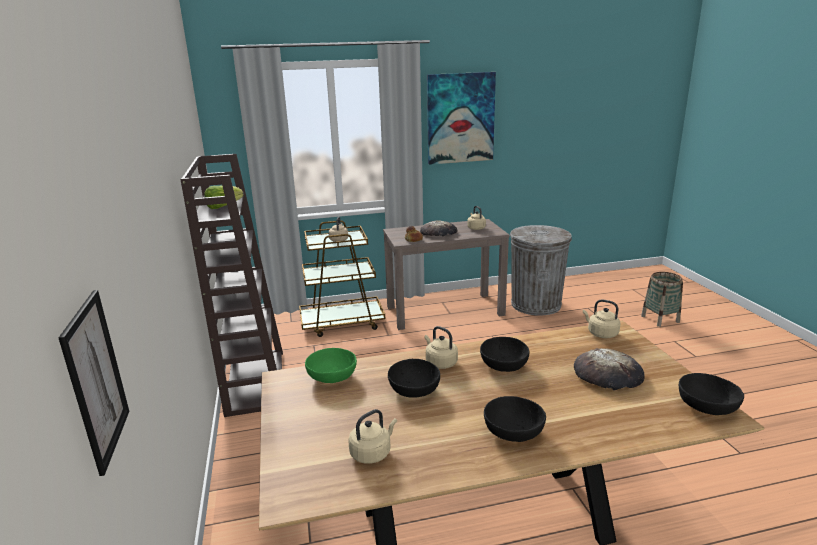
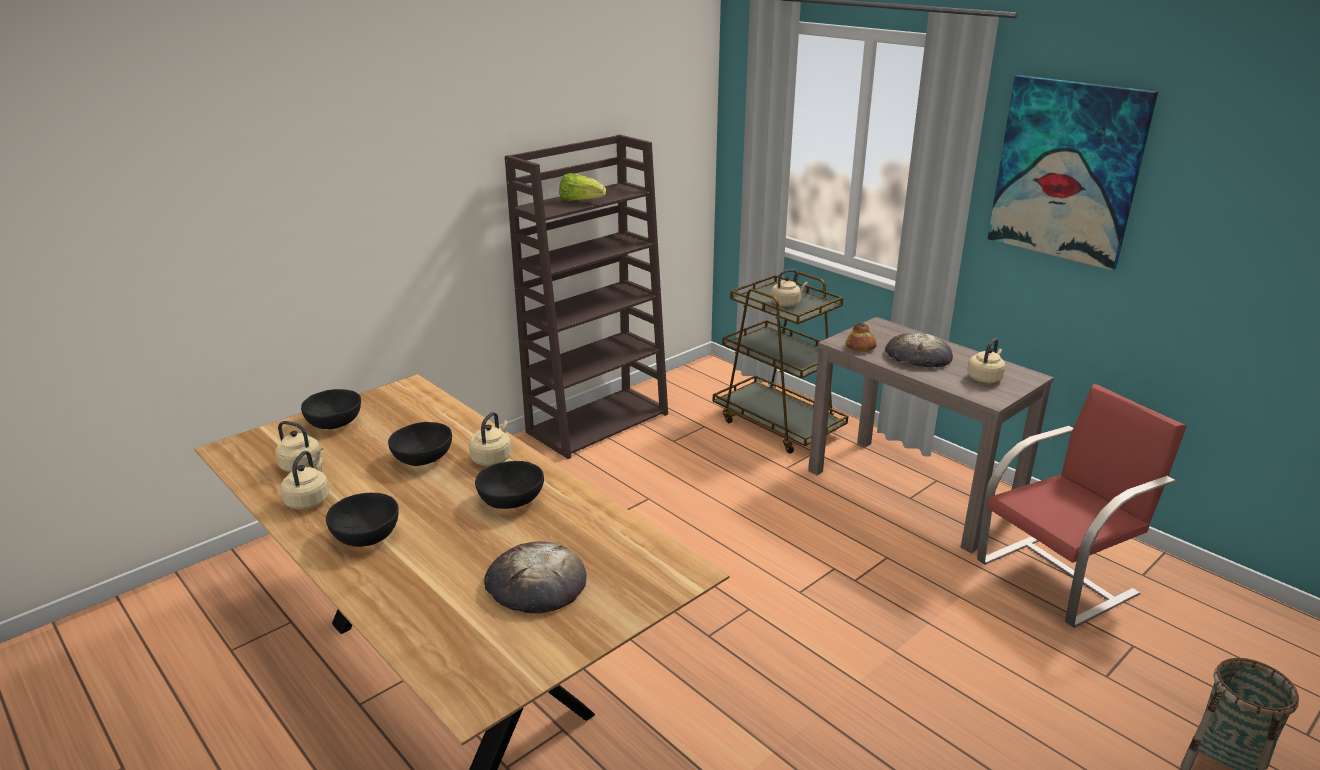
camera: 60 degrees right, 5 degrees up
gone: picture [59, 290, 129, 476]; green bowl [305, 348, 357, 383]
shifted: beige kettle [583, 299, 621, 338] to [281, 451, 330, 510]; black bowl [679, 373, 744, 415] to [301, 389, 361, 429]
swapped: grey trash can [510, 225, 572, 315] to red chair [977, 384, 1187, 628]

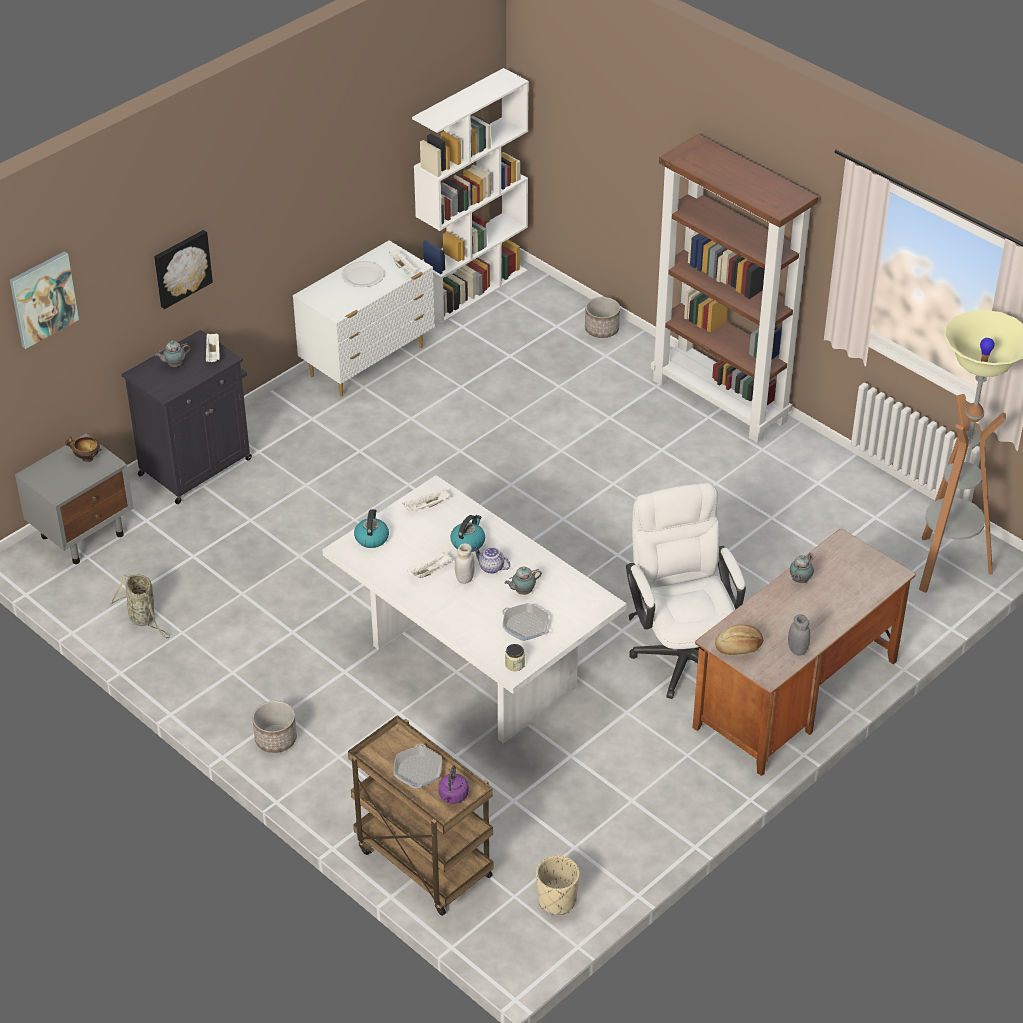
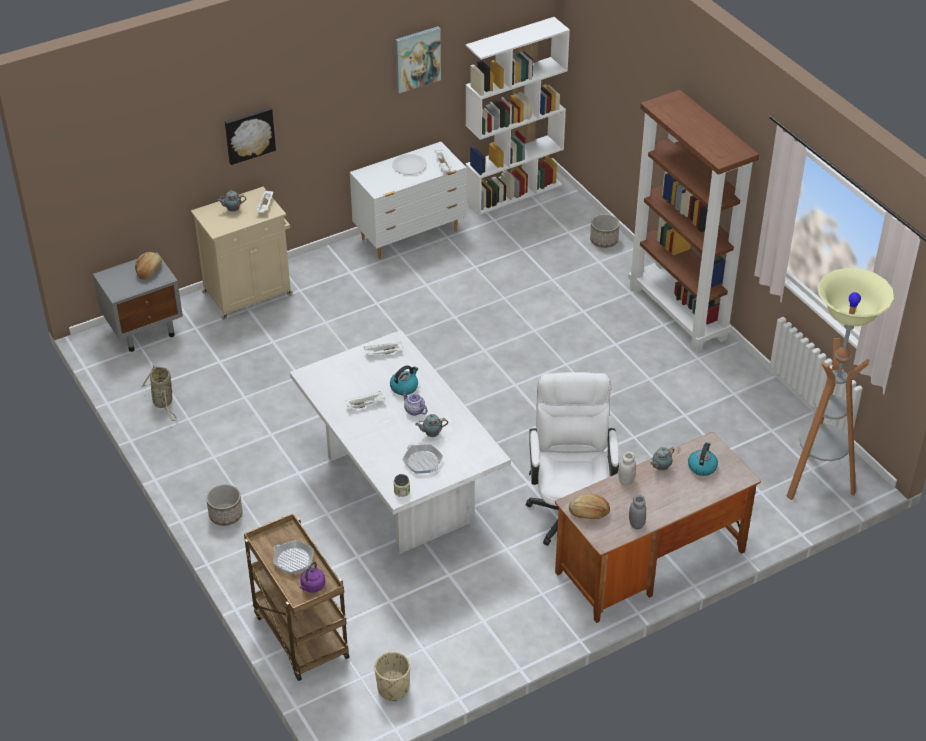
camera: 15 degrees right, 0 degrees up
shifted: picture [10, 251, 79, 349] to [395, 26, 441, 93]; kettle [354, 509, 389, 548] to [688, 442, 718, 476]; white jar [455, 543, 475, 584] to [618, 452, 636, 485]
swapped: bowl [65, 436, 102, 462] to bread [135, 252, 162, 280]
repainted: black cabinet [121, 330, 252, 504] to beige cabinet [191, 187, 293, 320]
rotated: frying pan [394, 744, 442, 788] = [273, 540, 314, 574] 105 degrees clockwise

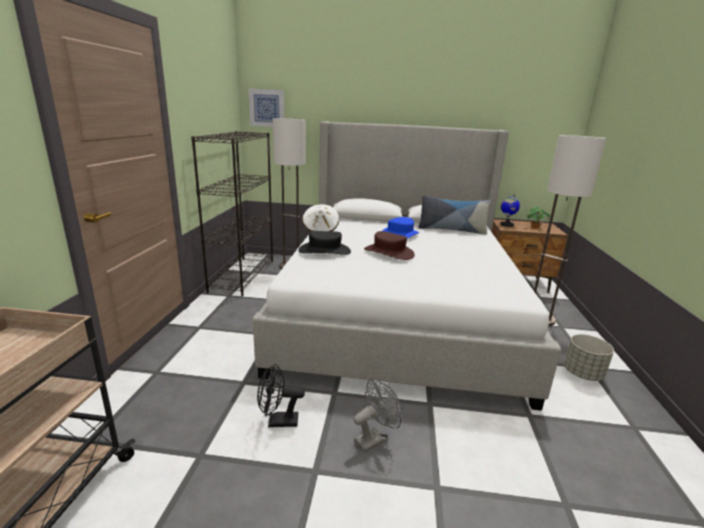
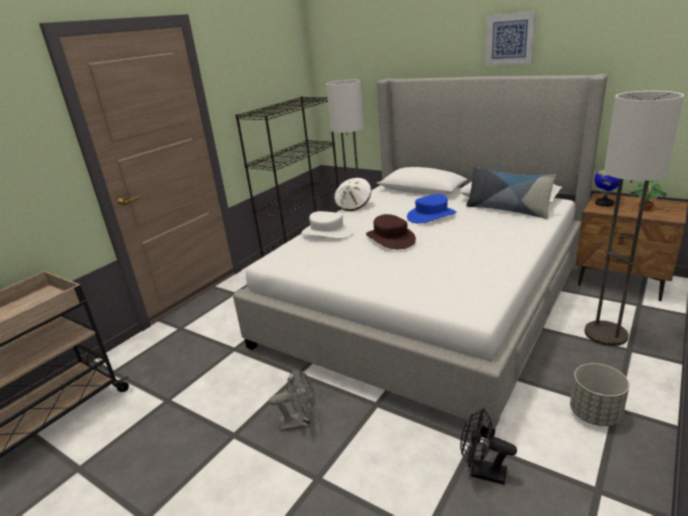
camera: 30 degrees right, 5 degrees up
shifted: picture [249, 89, 284, 127] to [485, 11, 536, 65]; black fan [257, 363, 305, 427] to [460, 408, 517, 485]
repainted: black hat [298, 231, 351, 255] to white hat [301, 211, 354, 239]

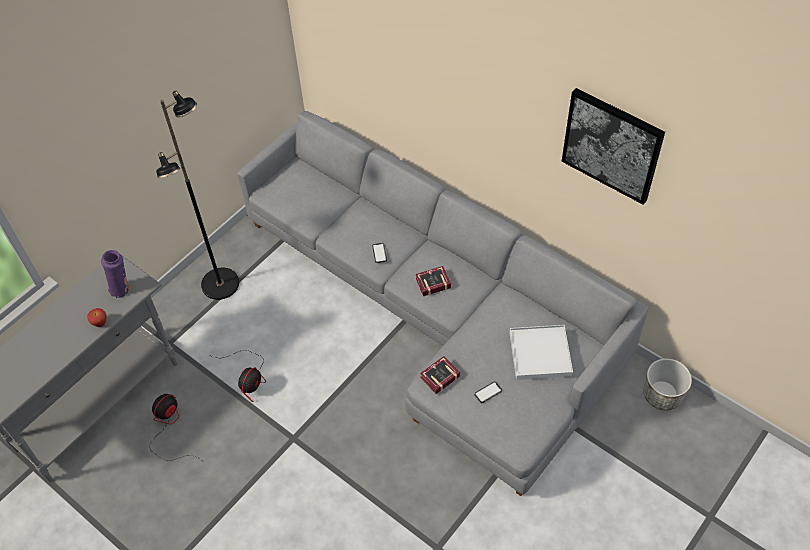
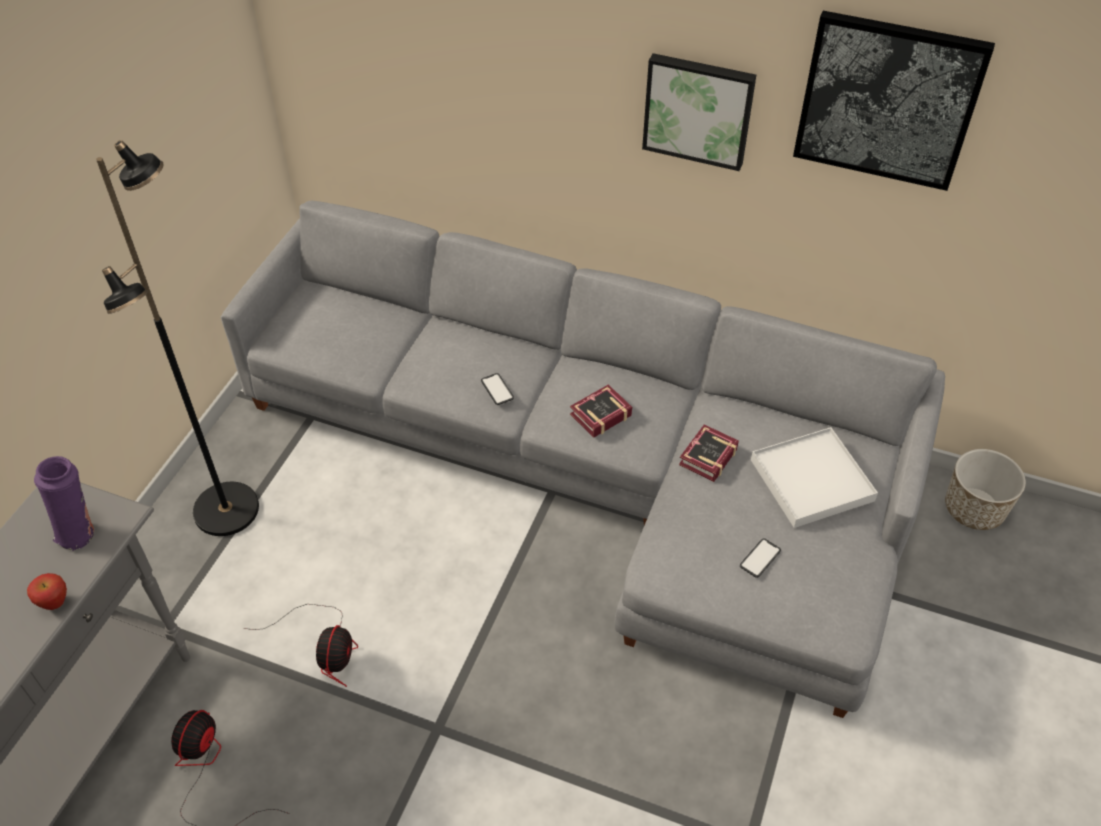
camera: 20 degrees left, 5 degrees down
new: picture [642, 53, 756, 171]
shifted: book [420, 356, 460, 394] to [679, 425, 739, 482]

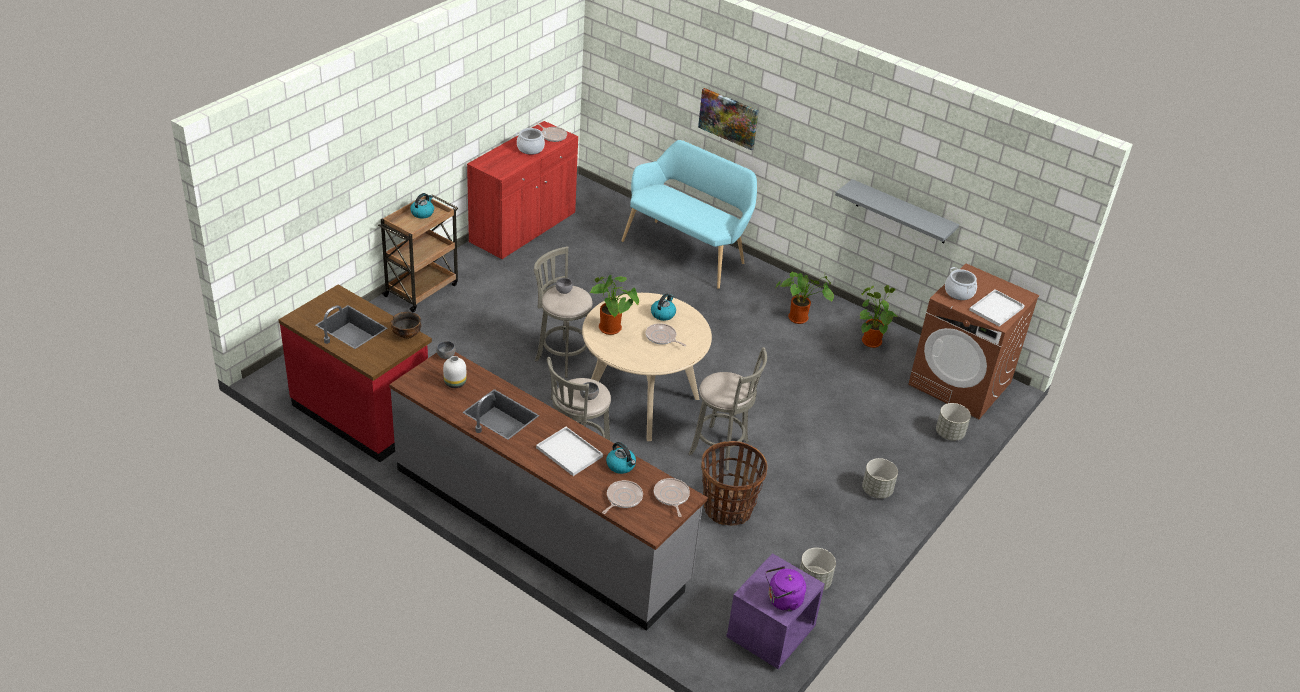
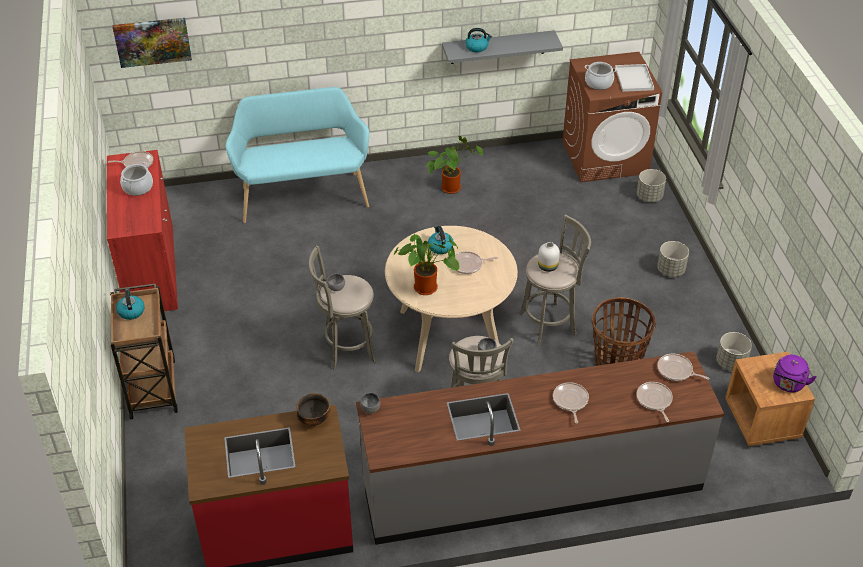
camera: 45 degrees left, 5 degrees up
gone: potted plant [859, 285, 899, 348]
shifted: white vase [443, 356, 467, 388] to [538, 242, 560, 272]; kettle [606, 442, 636, 474] to [465, 28, 492, 52]; picture [698, 88, 759, 150] to [112, 18, 192, 68]
swapped: white tray [536, 427, 603, 476] to frying pan [553, 382, 589, 424]
repainted: purple nightstand [726, 553, 825, 669] to brown nightstand [725, 352, 815, 446]

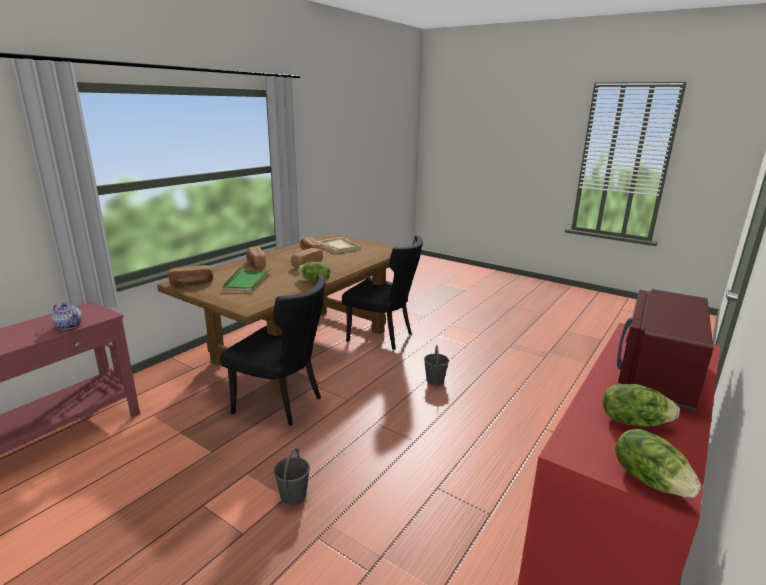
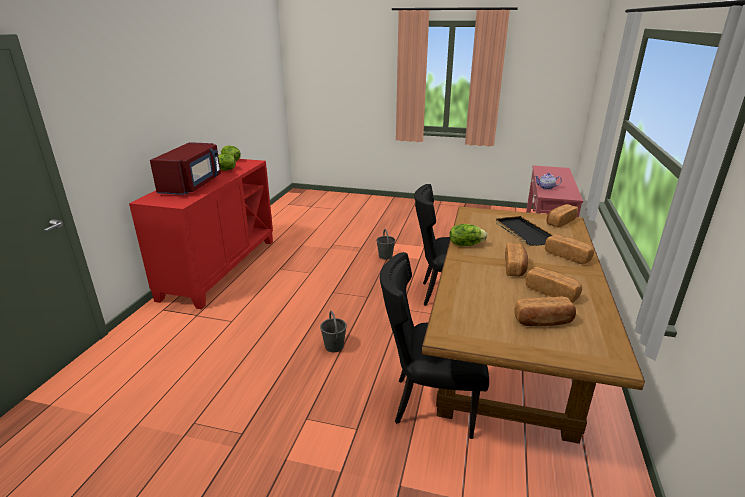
camera: 160 degrees right, 5 degrees up
swapped: beige tray [318, 237, 361, 253] to bread [514, 297, 576, 326]
repainted: green tray [222, 266, 271, 292] to black tray [495, 216, 552, 246]

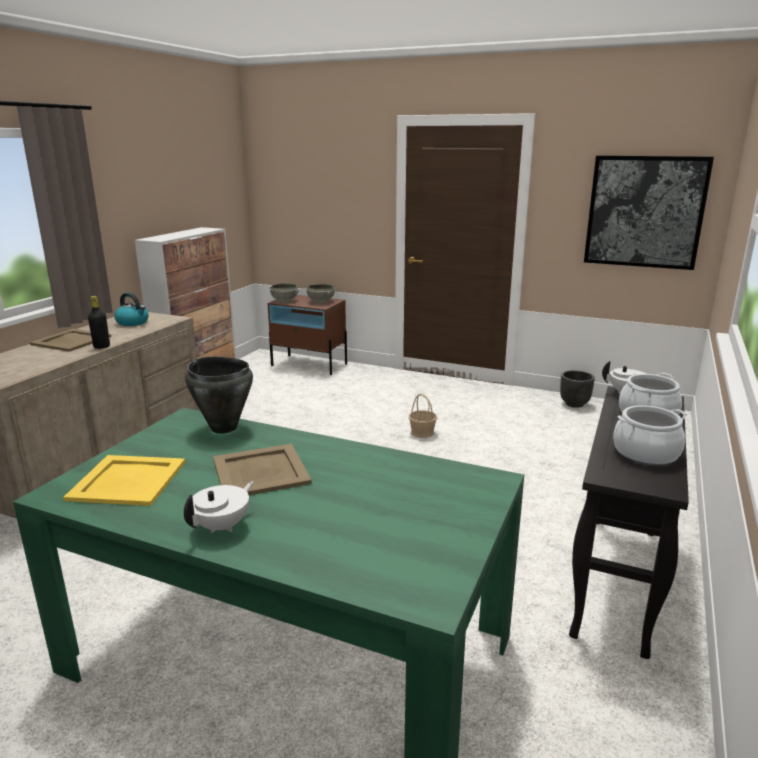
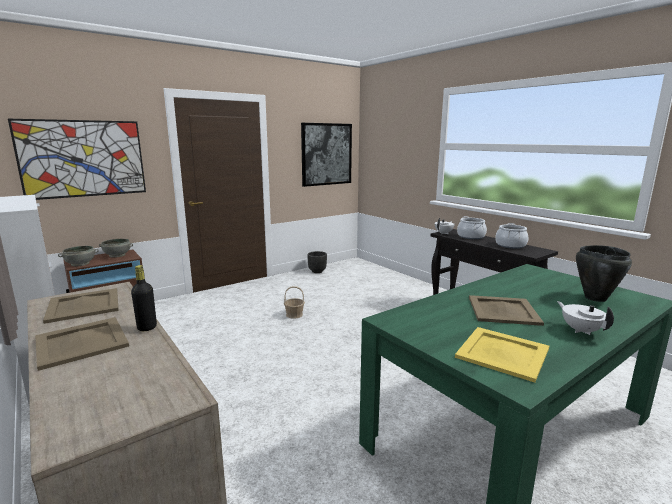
camera: 60 degrees left, 5 degrees down
new: picture [8, 119, 146, 200]
shifted: black cooking pot [185, 356, 253, 434] to [576, 245, 632, 302]
swapped: kettle [115, 292, 149, 326] to beige tray [43, 288, 119, 324]

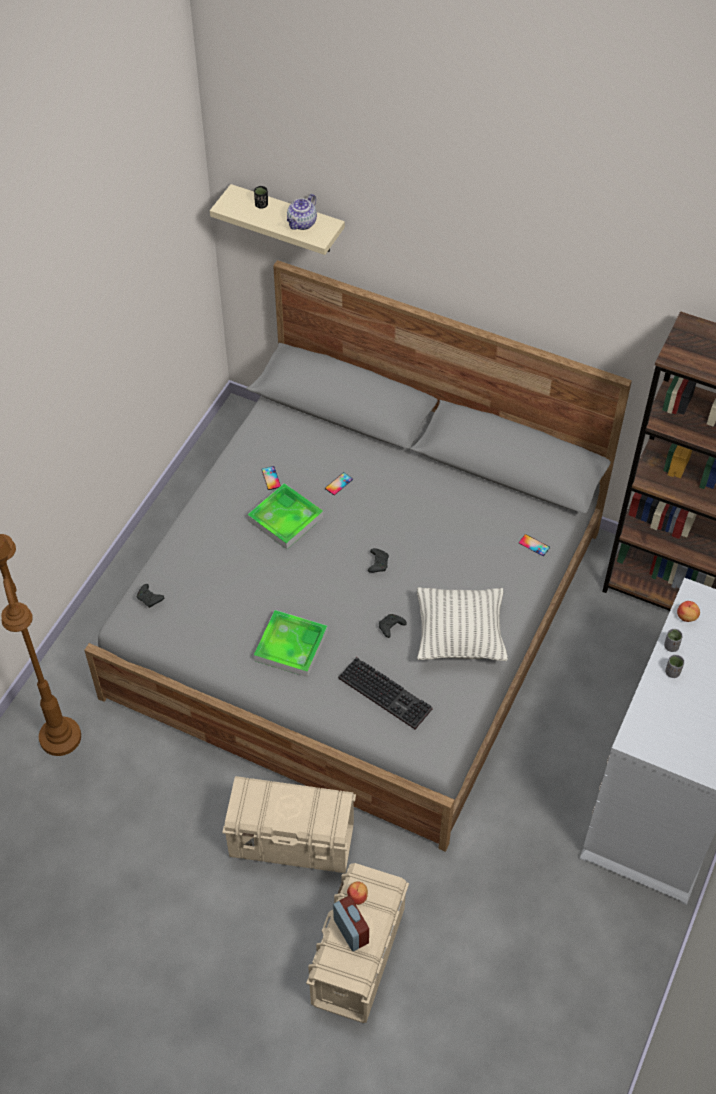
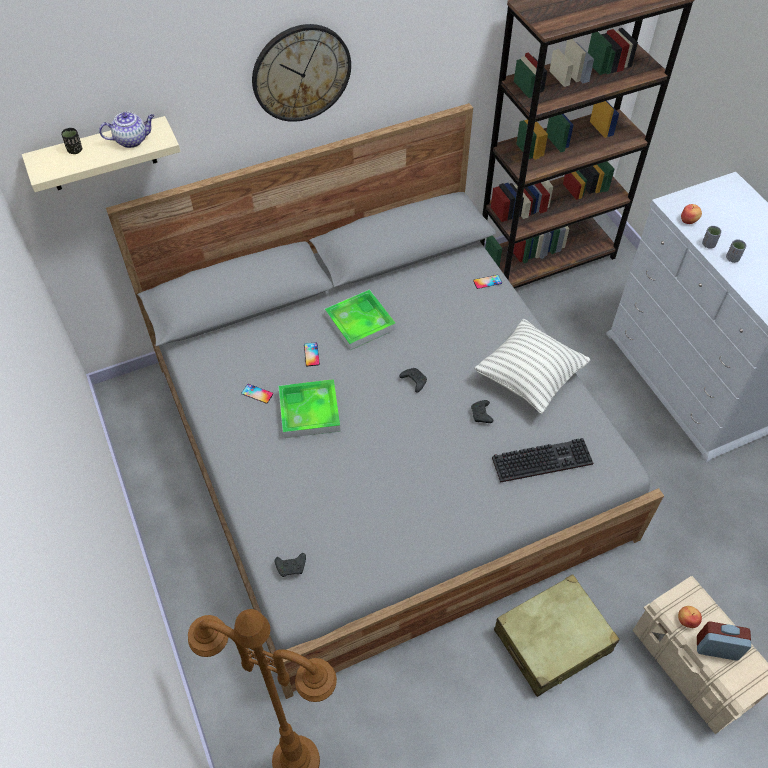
camera: 50 degrees left, 0 degrees up
new: wall clock [252, 24, 351, 122]
shifted: tray [254, 610, 328, 677] to [325, 289, 396, 350]
swapped: beige storage box [222, 776, 356, 873] to beige suitcase [494, 574, 620, 697]
rotated: teapot [287, 194, 317, 230] = [99, 112, 154, 148] 90 degrees counterclockwise

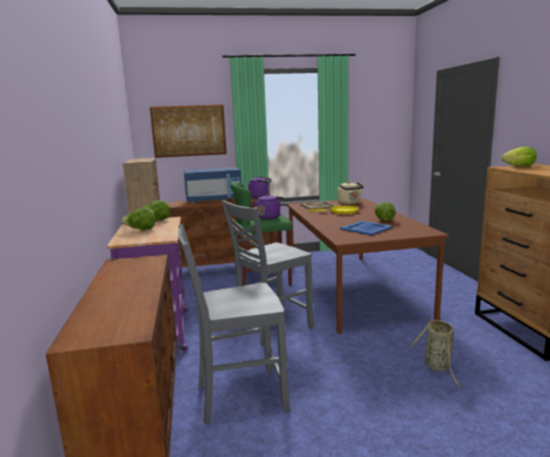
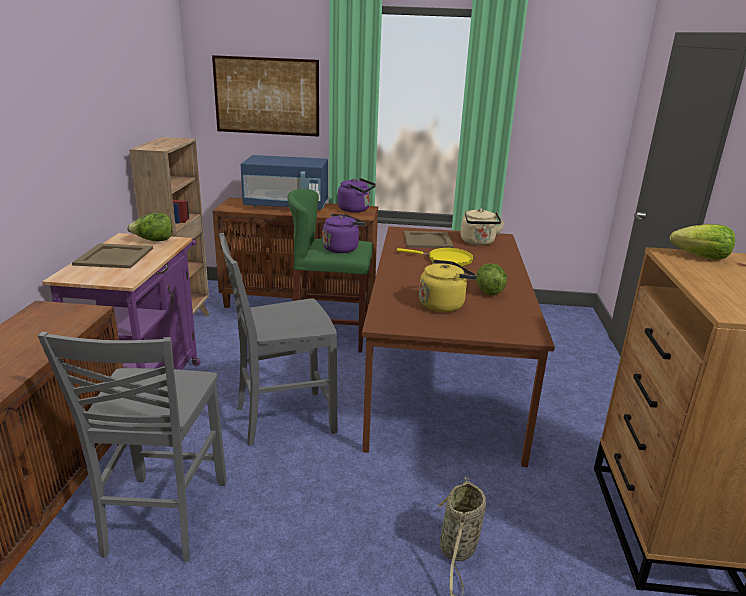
camera: 15 degrees right, 10 degrees up
swapped: lettuce [120, 208, 155, 230] to beige tray [72, 243, 153, 268]; blue tray [340, 221, 393, 235] to yellow kettle [419, 260, 477, 312]
rotated: grey chair [178, 224, 289, 424] = [38, 332, 226, 562] 90 degrees counterclockwise

